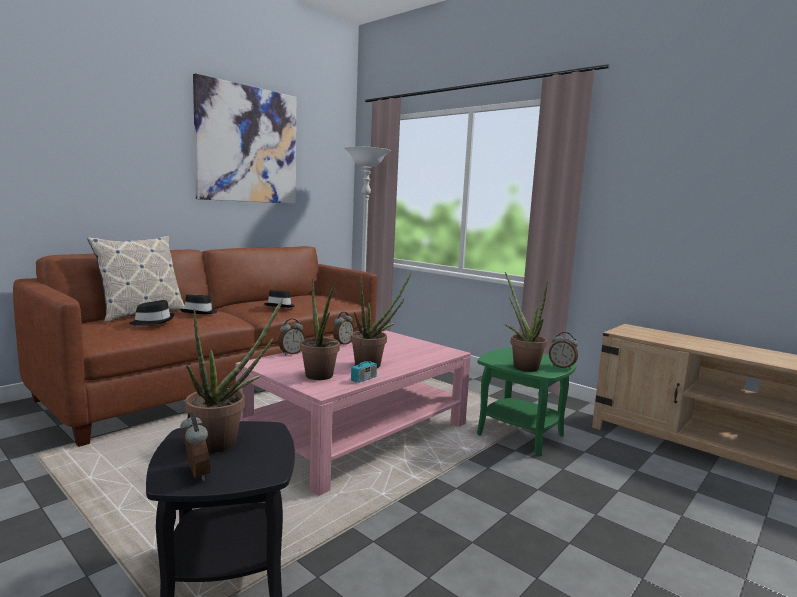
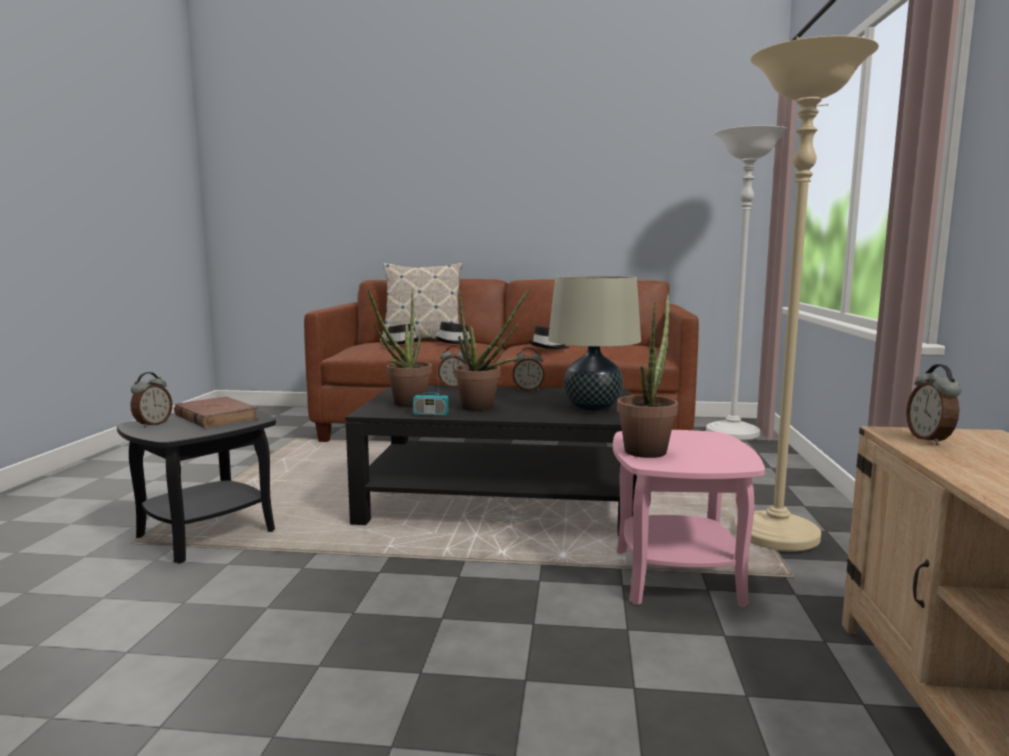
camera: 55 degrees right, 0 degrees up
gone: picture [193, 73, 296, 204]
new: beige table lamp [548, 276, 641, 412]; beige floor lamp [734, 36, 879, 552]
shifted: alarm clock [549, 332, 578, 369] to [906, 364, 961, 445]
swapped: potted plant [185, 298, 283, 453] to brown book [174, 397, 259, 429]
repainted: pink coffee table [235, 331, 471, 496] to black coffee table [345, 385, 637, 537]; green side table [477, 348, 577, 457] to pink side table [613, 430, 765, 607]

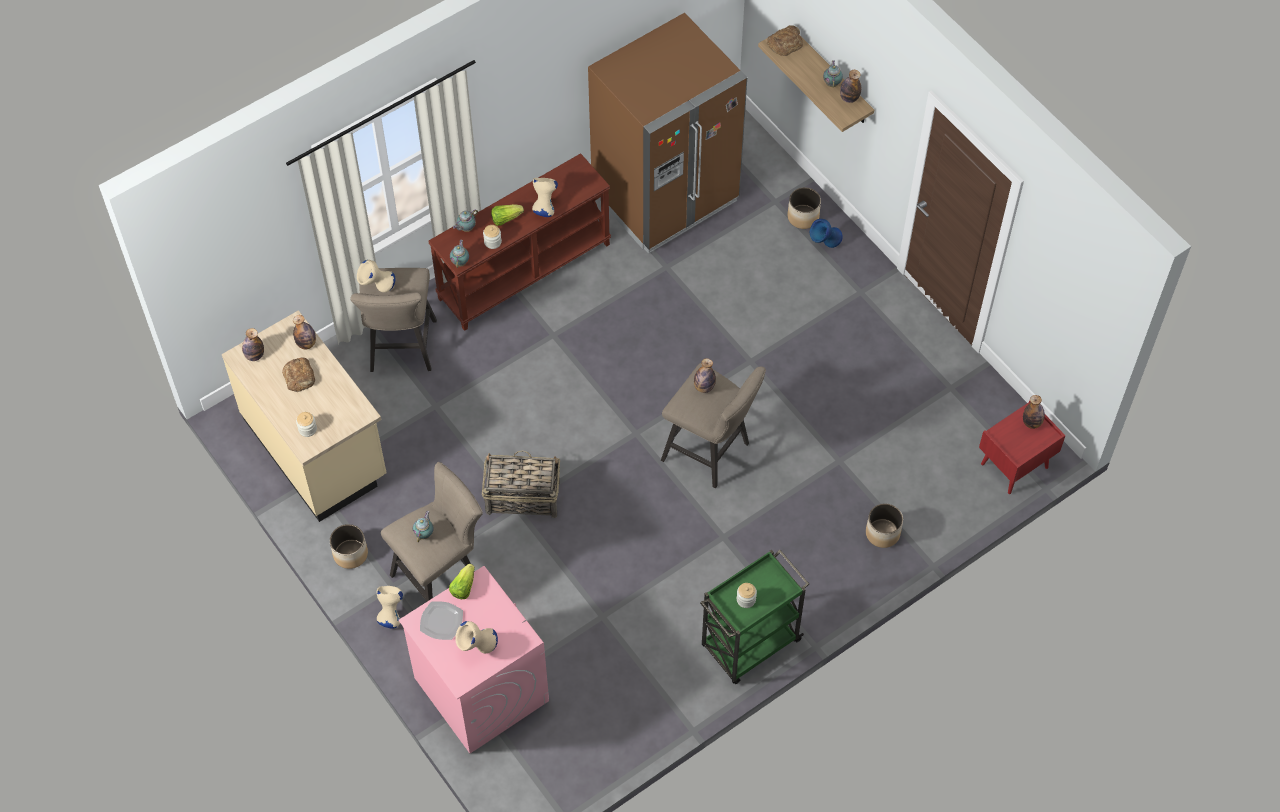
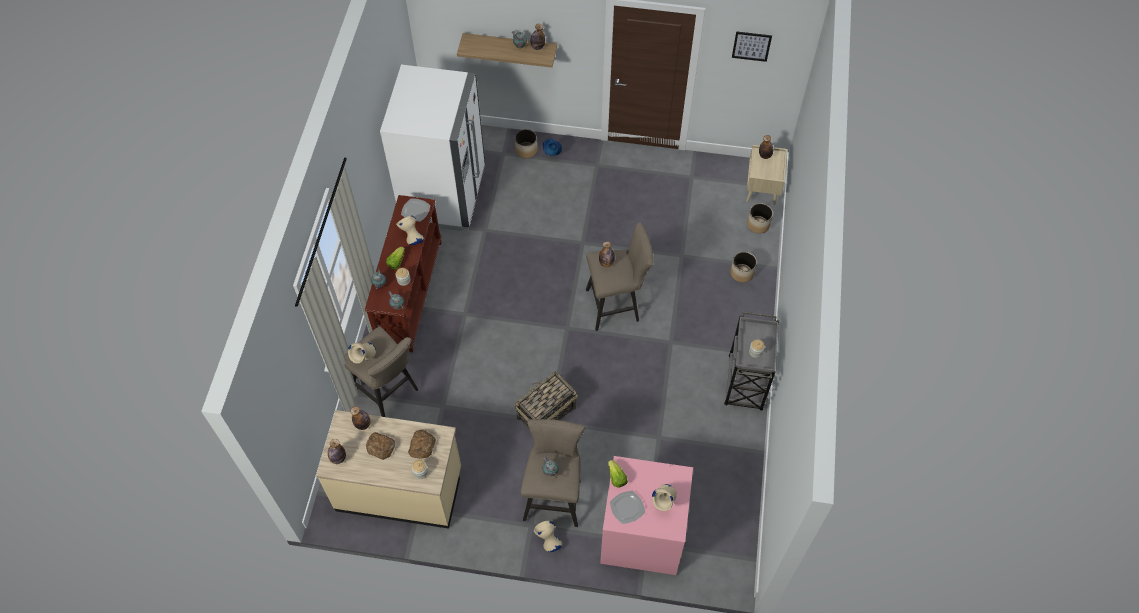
camera: 45 degrees left, 0 degrees up
new: plate [401, 198, 430, 222]; picture [732, 31, 772, 62]
shifted: planter [330, 524, 368, 569] to [747, 203, 773, 234]; bread [767, 25, 803, 56] to [408, 429, 436, 459]
repainted: brown fridge [588, 13, 747, 254] to white fridge [380, 64, 485, 231]; green cart [700, 550, 809, 684] to grey cart [724, 312, 779, 410]; red nightstand [979, 400, 1066, 494] to beige nightstand [746, 145, 787, 205]

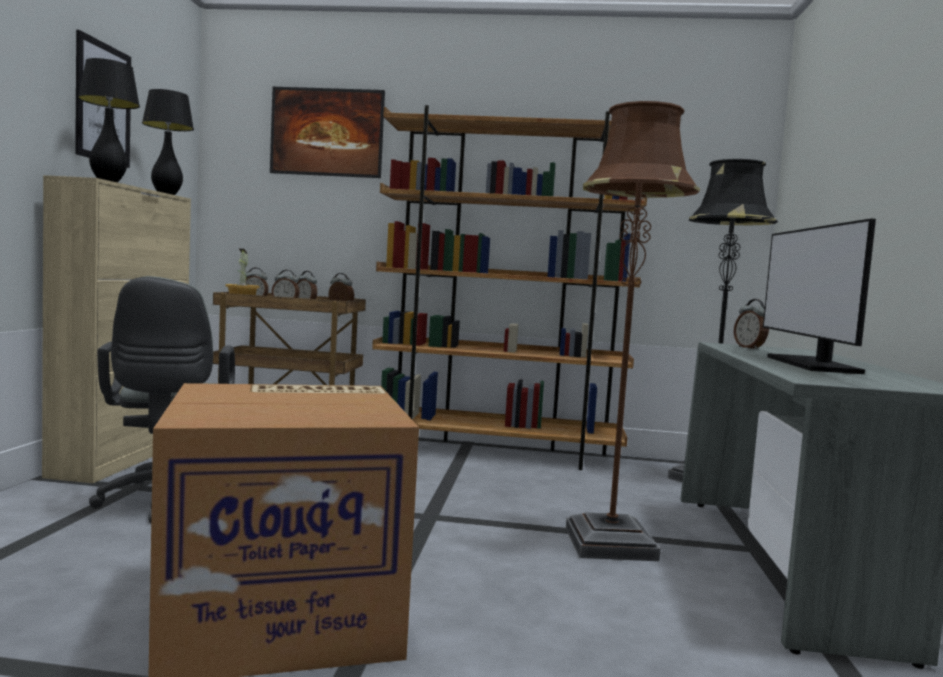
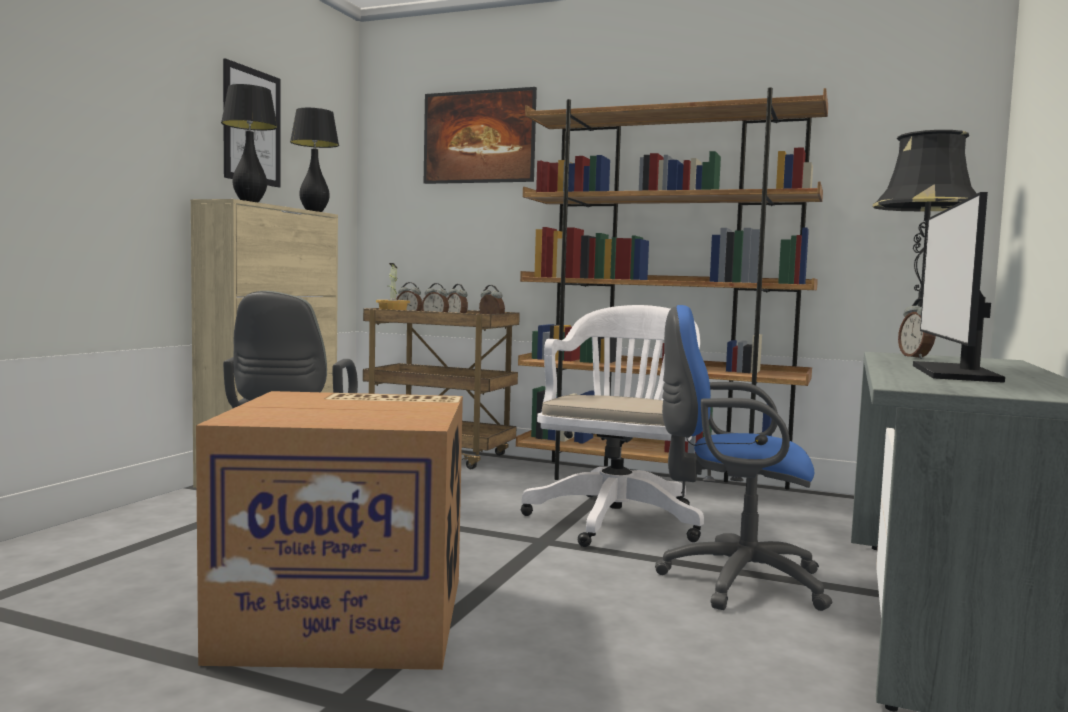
camera: 15 degrees right, 0 degrees up
new: white office chair [521, 305, 704, 547]
swapped: brown floor lamp [566, 101, 700, 561] to blue office chair [655, 305, 832, 611]

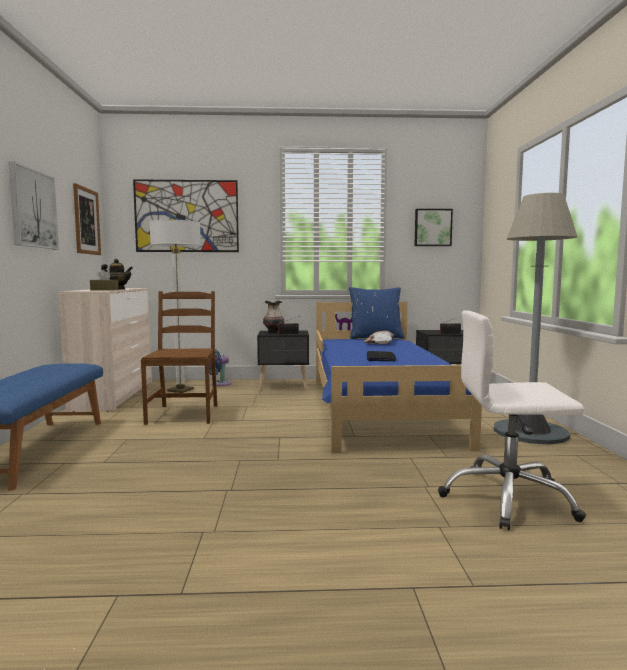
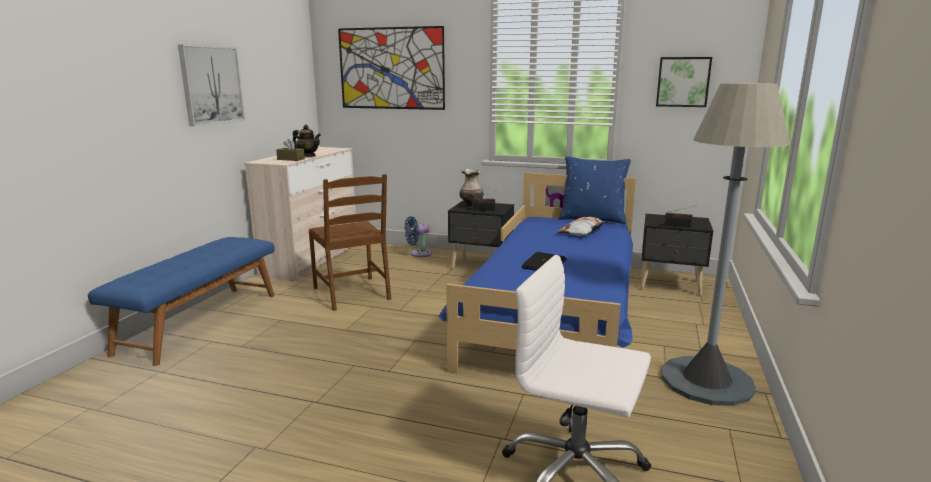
camera: 20 degrees right, 10 degrees up
gone: picture [73, 183, 101, 255]; floor lamp [149, 220, 201, 393]
rotated: brown chair [141, 291, 217, 425] = [309, 174, 392, 311] 135 degrees clockwise

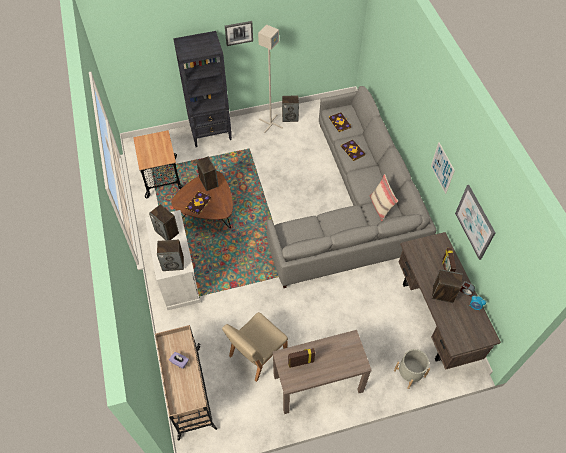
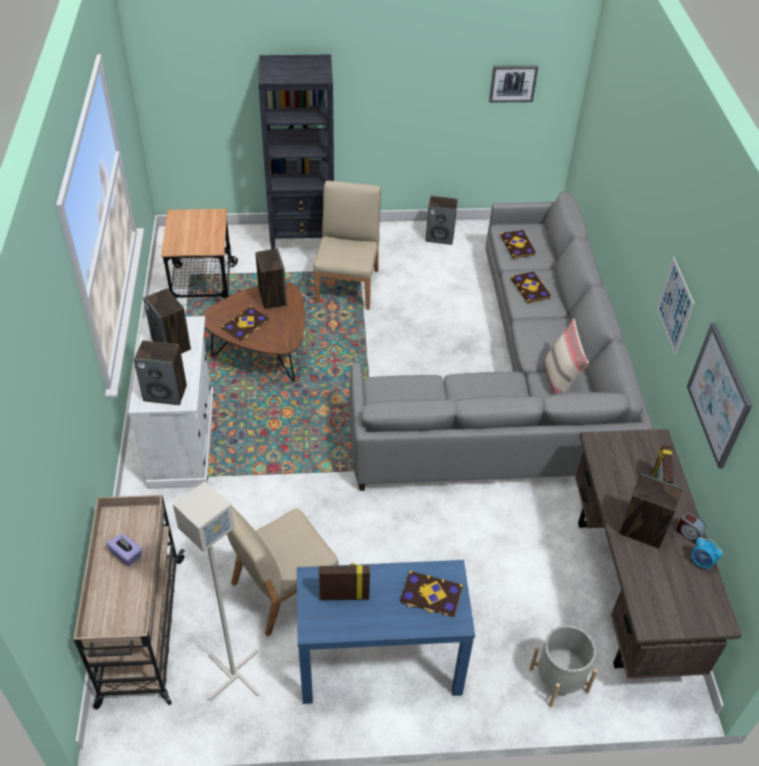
camera: 10 degrees right, 10 degrees down
new: beige chair [313, 181, 381, 310]; book [400, 570, 463, 617]
shifted: picture [225, 21, 253, 46] to [489, 65, 538, 103]; grey floor lamp [258, 24, 283, 133] to [173, 481, 260, 701]
repainted: brown console table [272, 330, 372, 414] to blue console table [297, 560, 475, 704]

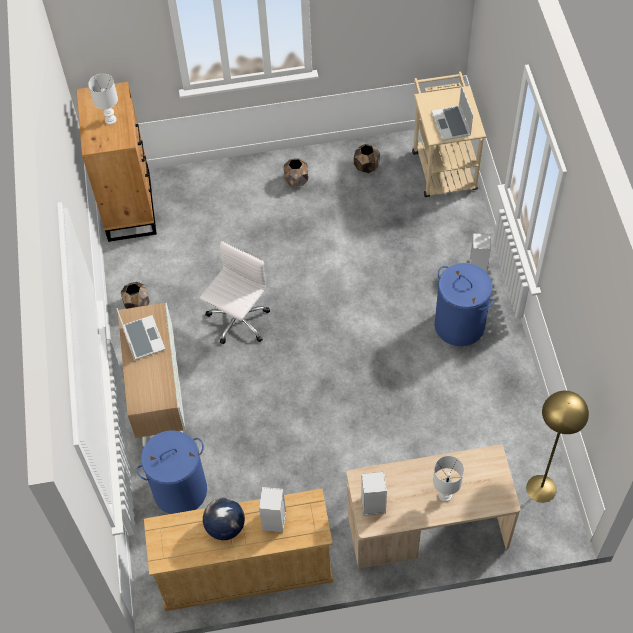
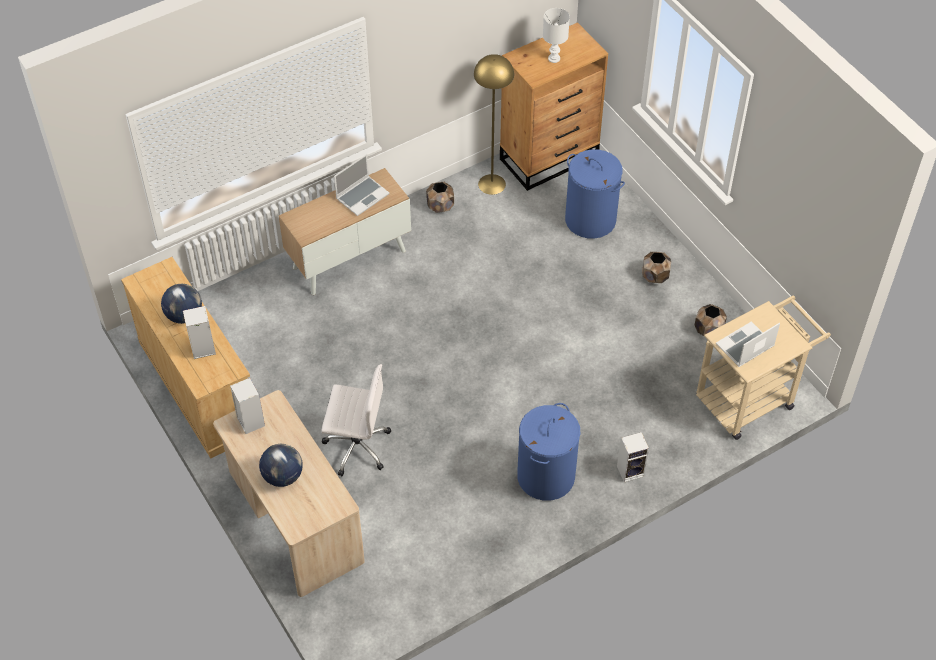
camera: 65 degrees right, 5 degrees down
shifted: blue laundry basket [137, 430, 207, 514] to [565, 149, 625, 239]; white office chair [200, 241, 270, 344] to [321, 364, 391, 477]; yellow floor lamp [526, 391, 589, 503] to [474, 54, 514, 195]
swapped: white table lamp [433, 456, 464, 502] to globe [259, 444, 303, 487]

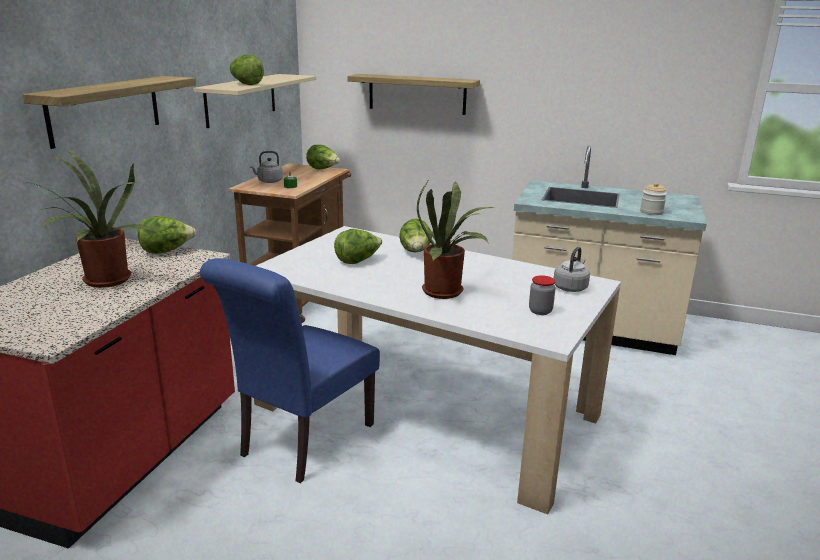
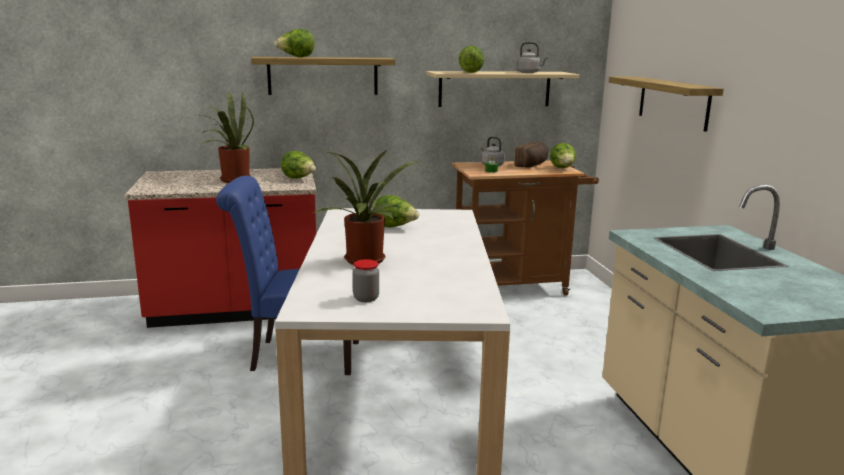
camera: 60 degrees right, 5 degrees down
gone: jar [640, 182, 667, 215]
new: bread [514, 142, 548, 168]
shifted: lettuce [399, 218, 432, 252] to [274, 29, 314, 57]; grey kettle [554, 247, 590, 292] to [516, 42, 548, 73]

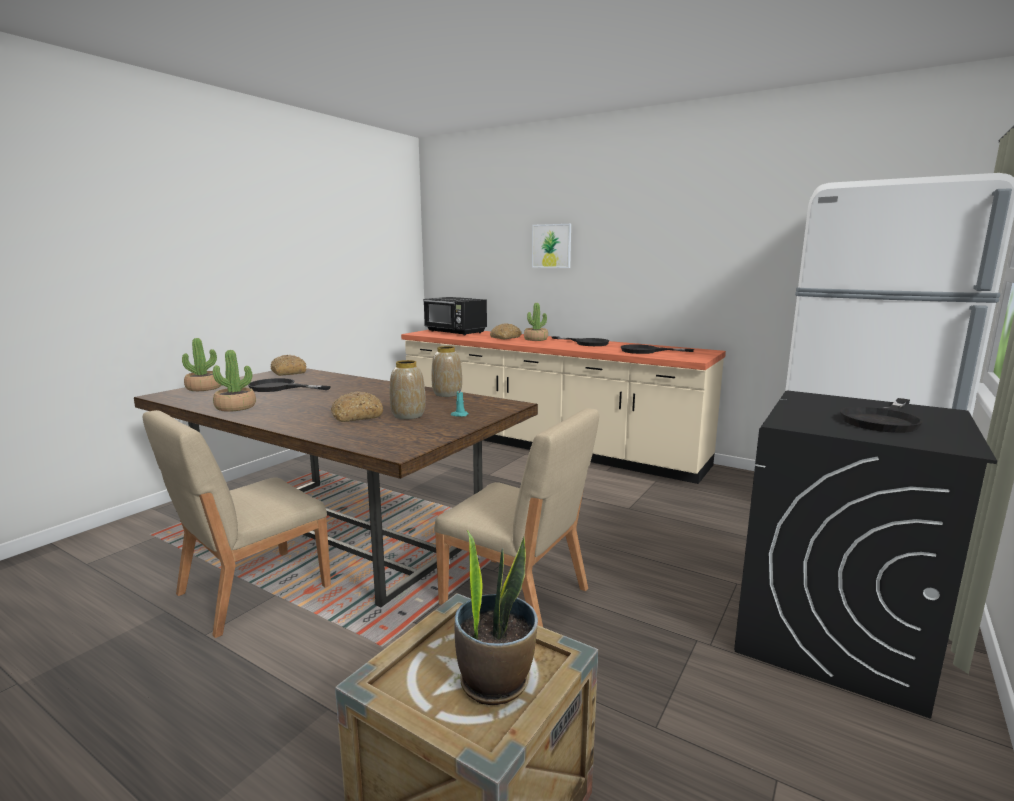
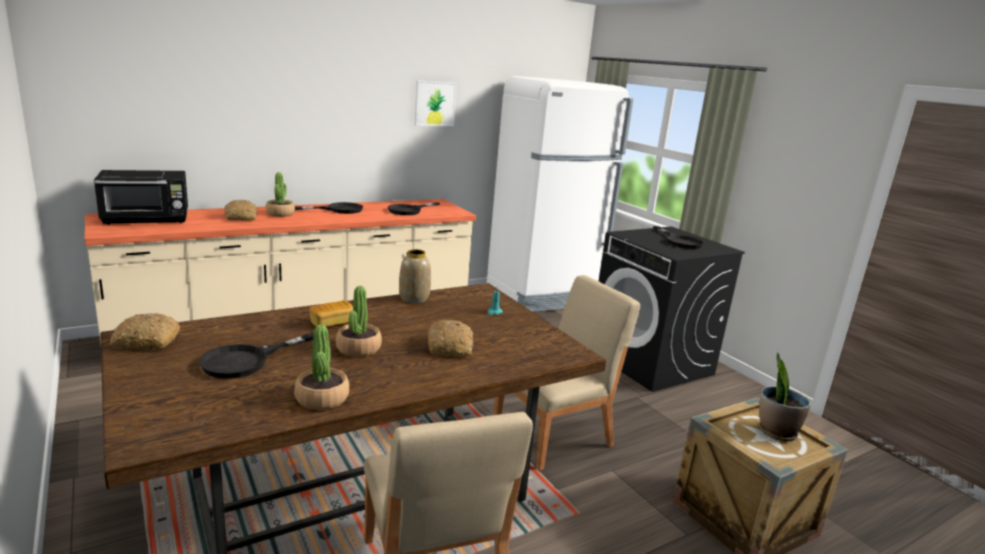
camera: 65 degrees left, 5 degrees up
gone: vase [390, 360, 426, 419]
new: bread [309, 300, 353, 327]
shifted: potted plant [182, 338, 221, 391] to [336, 286, 382, 357]; picture [532, 224, 571, 268] to [415, 80, 457, 126]

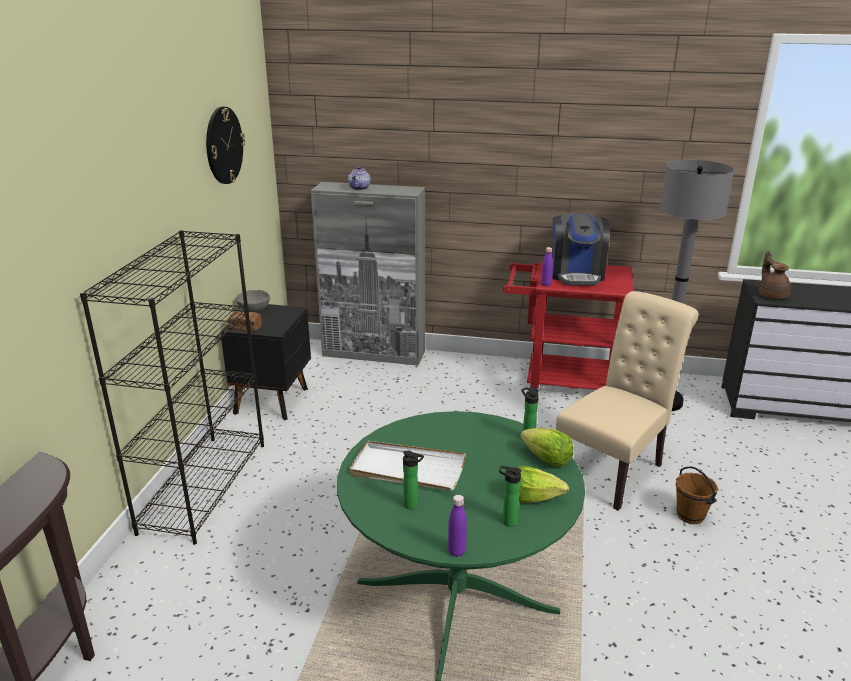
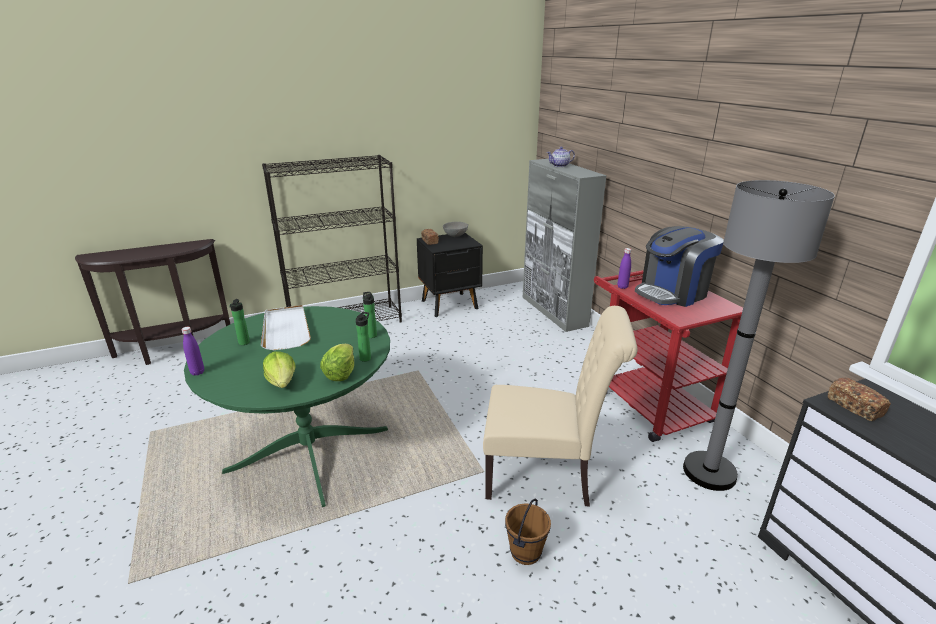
camera: 55 degrees right, 0 degrees up
gone: wall clock [206, 107, 245, 184]
shifted: bottle [499, 465, 522, 527] to [363, 292, 377, 338]
swapped: brown teapot [758, 251, 791, 299] to bread [828, 378, 891, 421]

